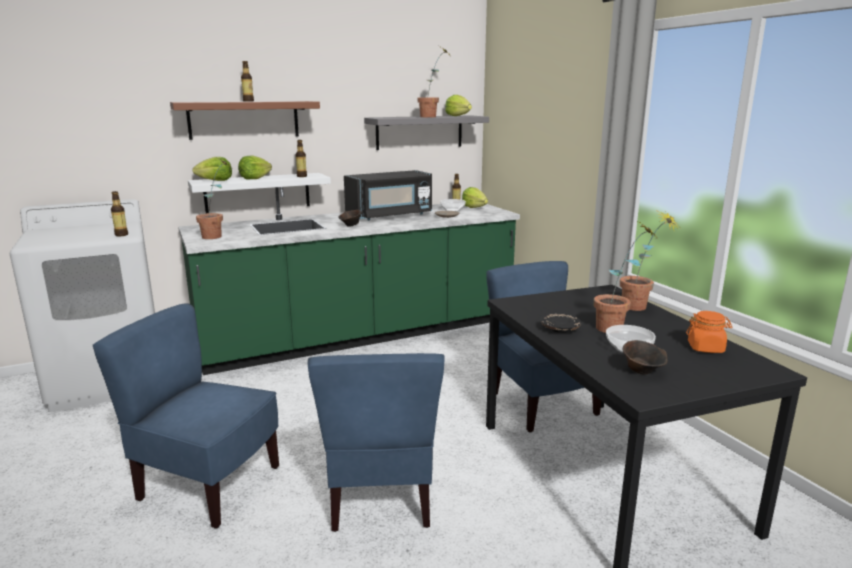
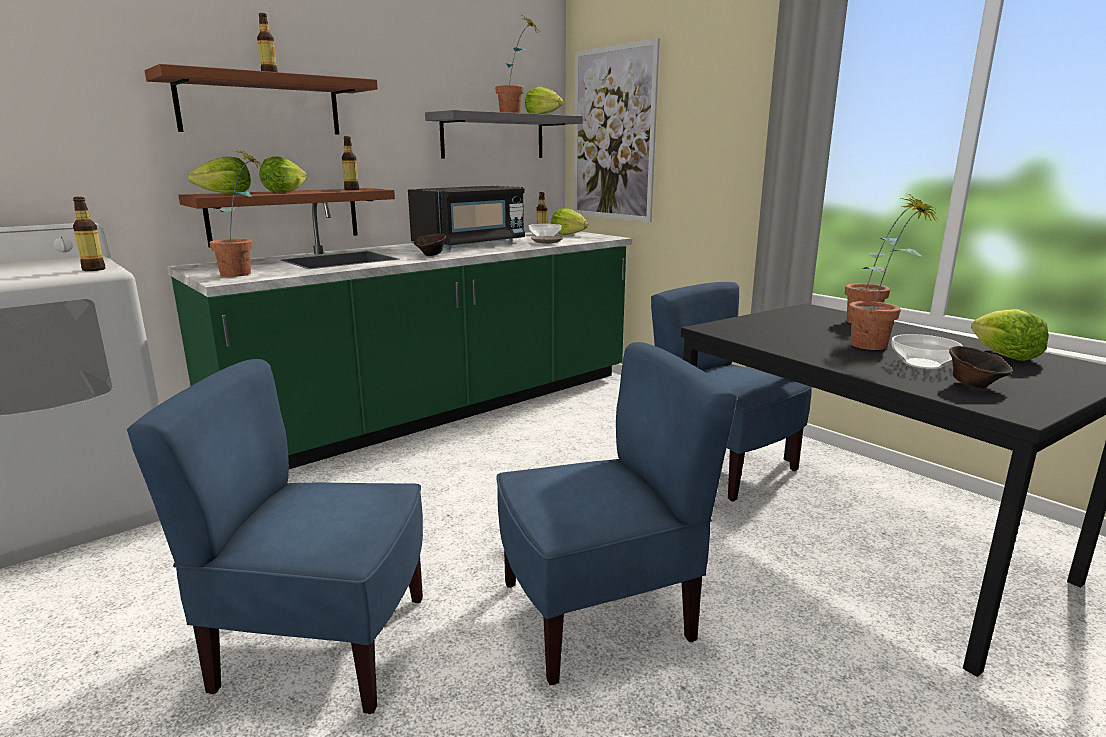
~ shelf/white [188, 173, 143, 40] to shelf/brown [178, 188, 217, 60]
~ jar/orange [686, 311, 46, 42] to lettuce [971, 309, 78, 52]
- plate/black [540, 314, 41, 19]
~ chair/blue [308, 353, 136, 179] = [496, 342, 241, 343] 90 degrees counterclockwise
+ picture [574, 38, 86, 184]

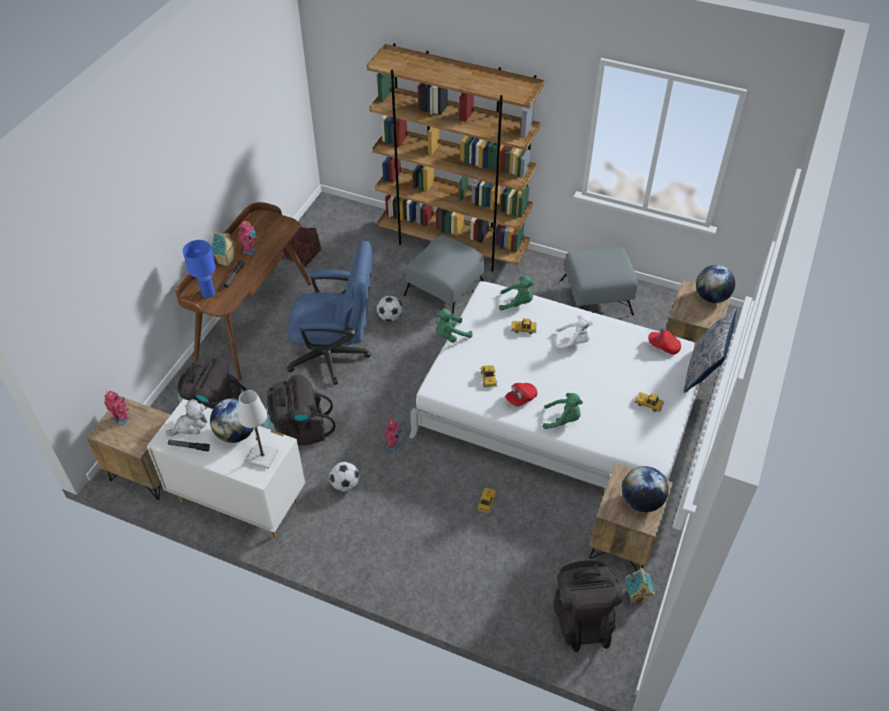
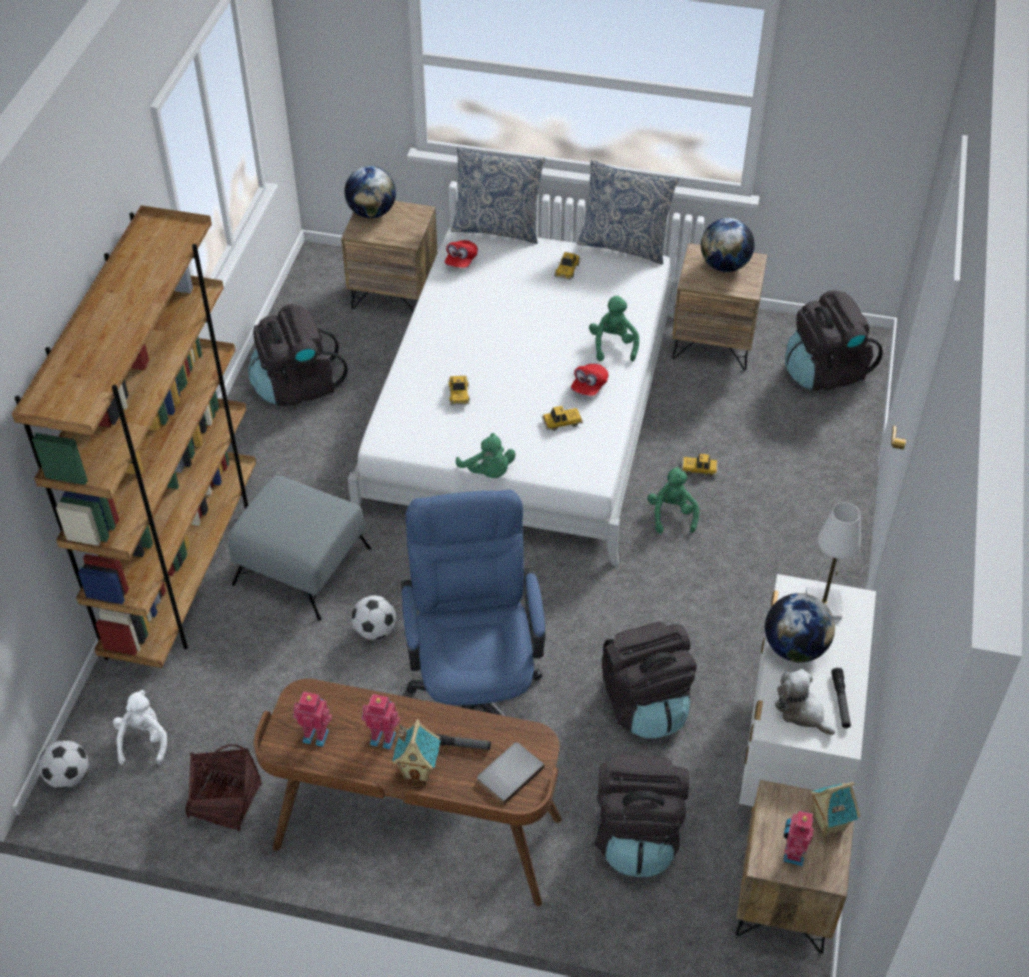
~ table lamp/blue [183, 240, 33, 58] to book/grey [477, 742, 68, 63]
~ ottoman/grey [560, 246, 78, 70] to backpack/black [248, 304, 100, 102]
~ plush toy/green [499, 276, 35, 35] to [647, 467, 52, 67]
~ plush toy/white [555, 315, 38, 35] to [113, 690, 54, 75]
~ cap/red [505, 383, 33, 23] = [571, 364, 38, 32] 75 degrees clockwise
~ toy robot [385, 418, 17, 33] to [293, 692, 39, 55]
~ football [329, 462, 31, 30] to [39, 740, 50, 49]
~ toy house [625, 568, 30, 36] to [810, 782, 50, 54]
+ pillow [577, 160, 102, 105]

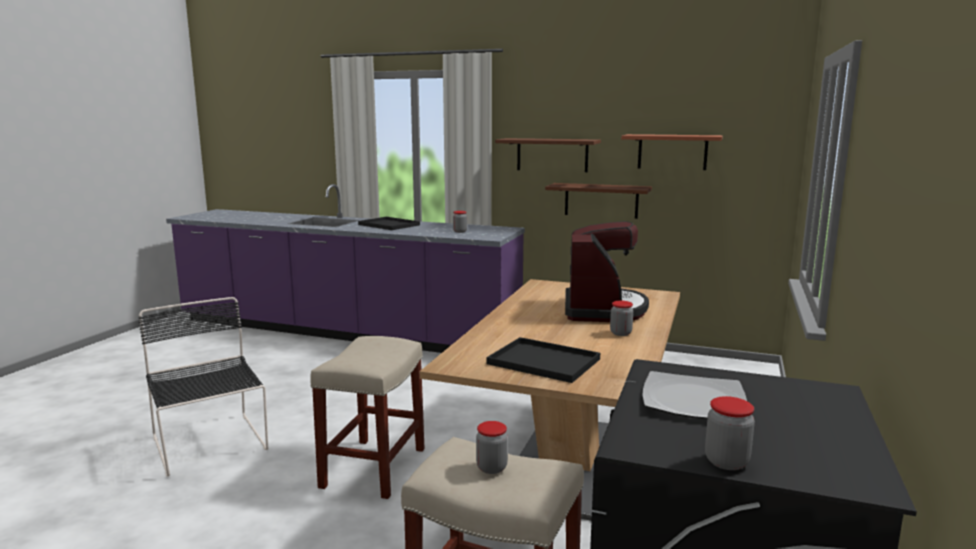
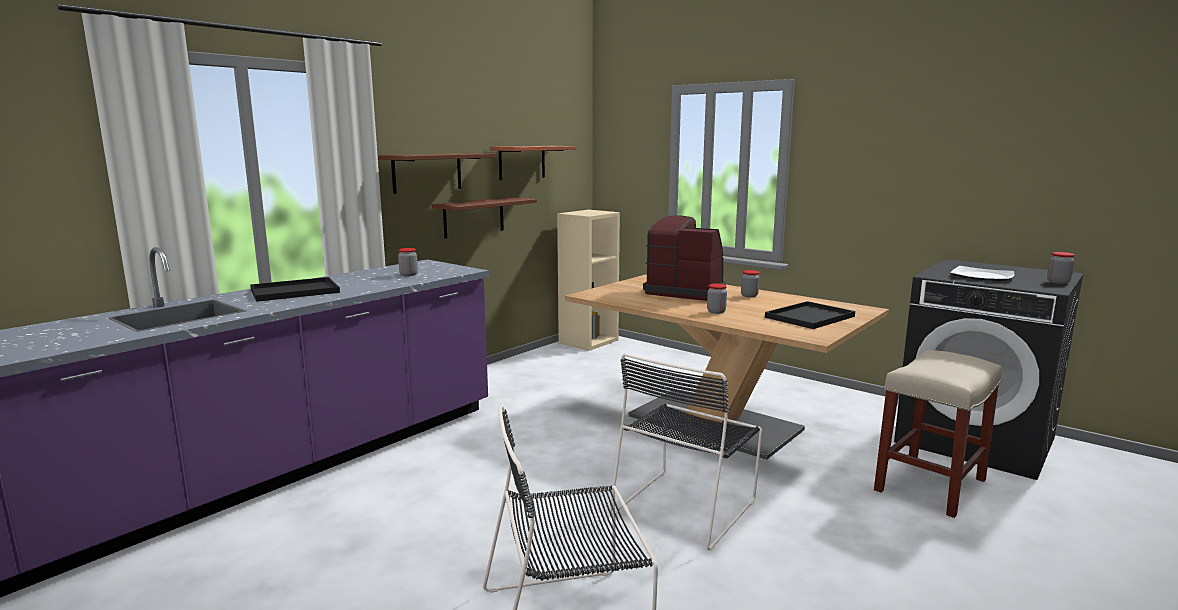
~ stool/beige [310, 336, 115, 163] to chair/black [609, 353, 153, 198]
~ jar [476, 421, 32, 53] to [707, 284, 20, 30]
+ bookcase/beige [557, 210, 63, 141]

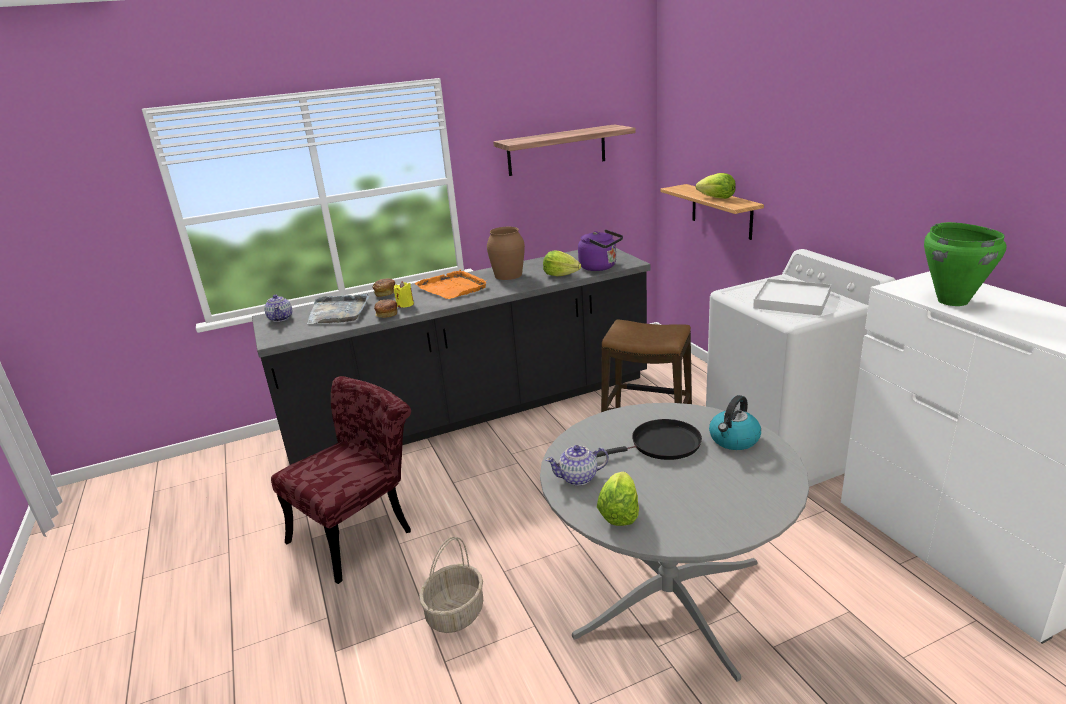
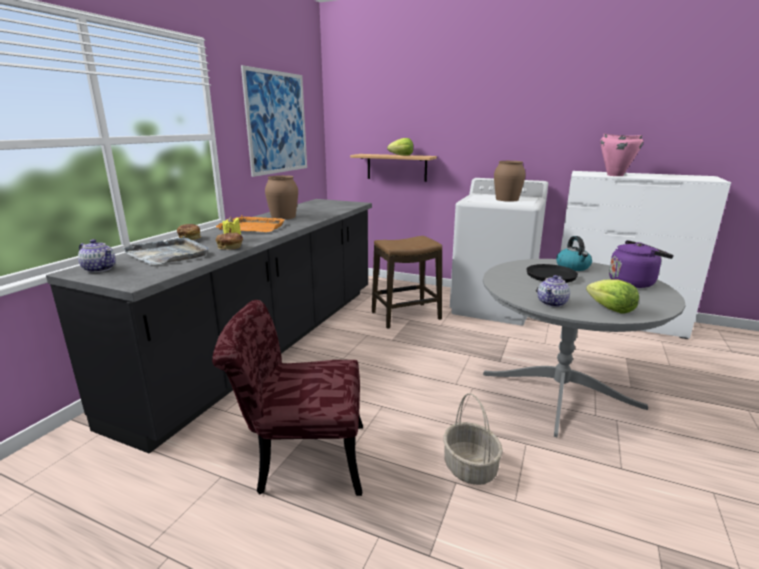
~ shelf [493, 124, 143, 52] to picture [241, 65, 66, 112]
~ cooking pot/green [924, 222, 83, 84] to cooking pot/pink [600, 133, 43, 43]
~ kettle/purple [578, 229, 45, 42] to [609, 240, 65, 48]
- lettuce [543, 250, 38, 27]
~ tray/white [753, 279, 78, 37] to vase/brown [494, 161, 32, 41]
~ chair/red [271, 376, 140, 208] = [212, 300, 151, 196] 90 degrees counterclockwise

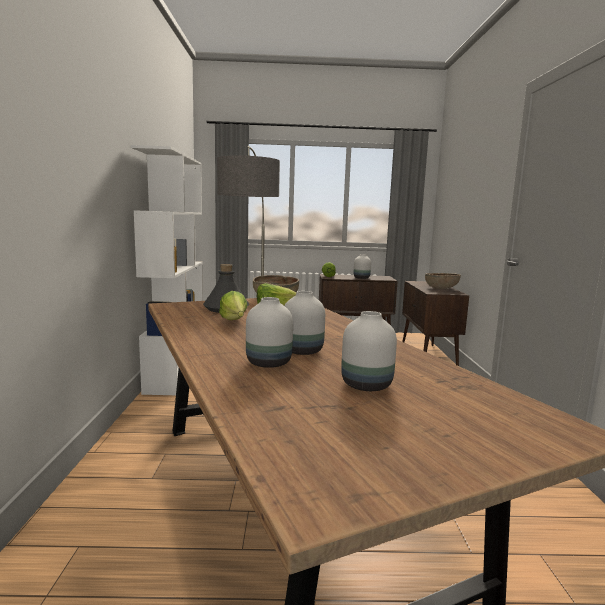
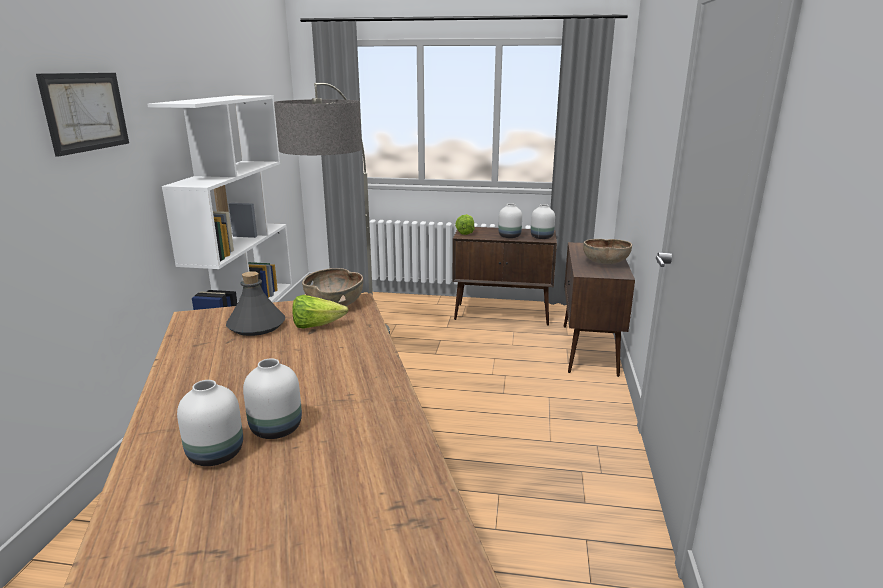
- lettuce [219, 291, 28, 29]
~ vase/white [341, 311, 56, 80] to [531, 204, 24, 35]
+ picture [36, 73, 93, 84]

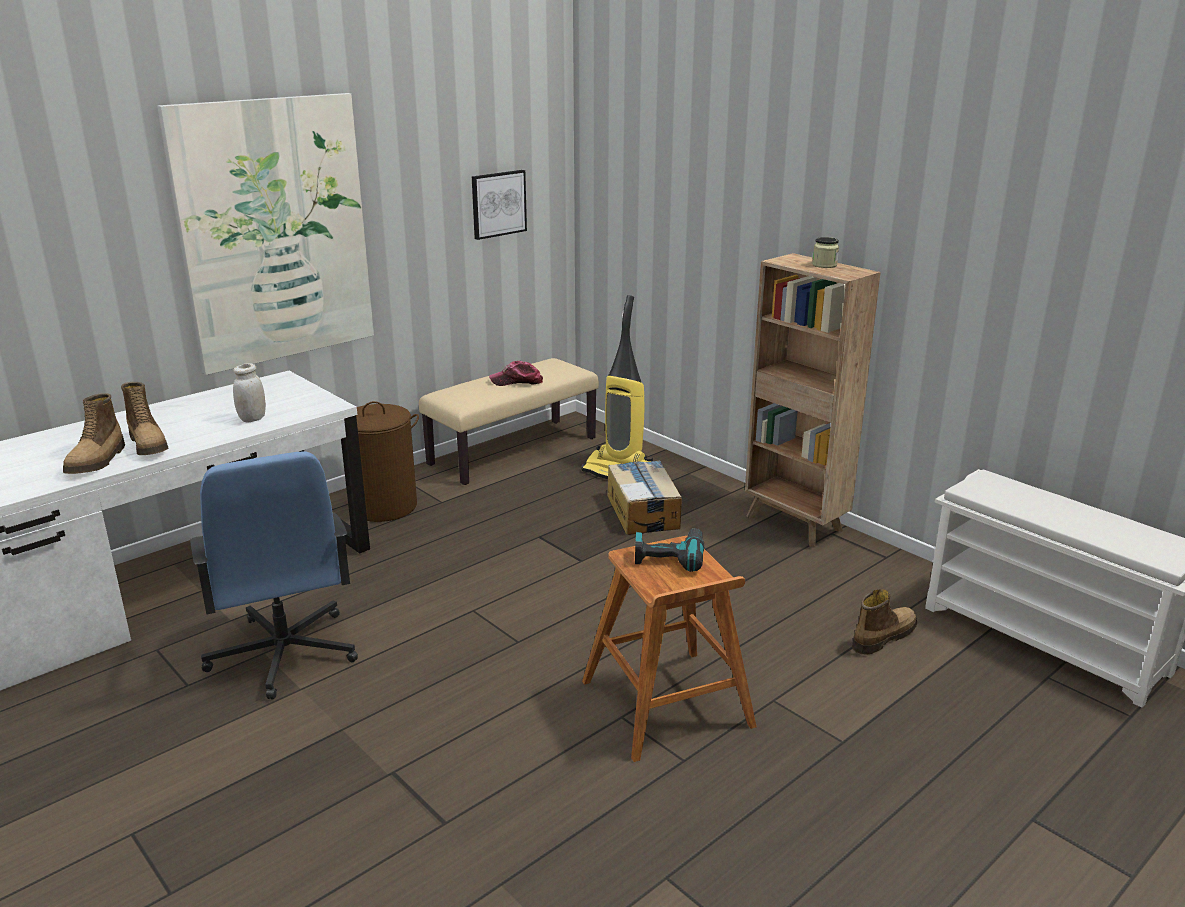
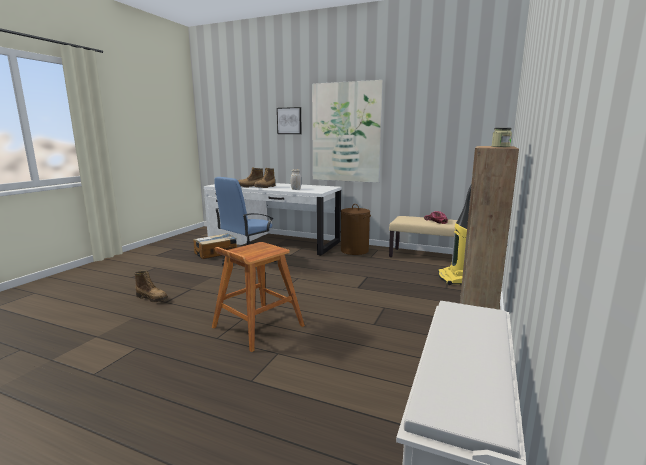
~ picture [472, 170, 55, 70] to [277, 107, 25, 27]
~ cardboard box [607, 460, 75, 75] to [193, 233, 44, 26]
- power drill [635, 528, 69, 44]
~ boot [852, 589, 65, 66] to [134, 271, 34, 31]

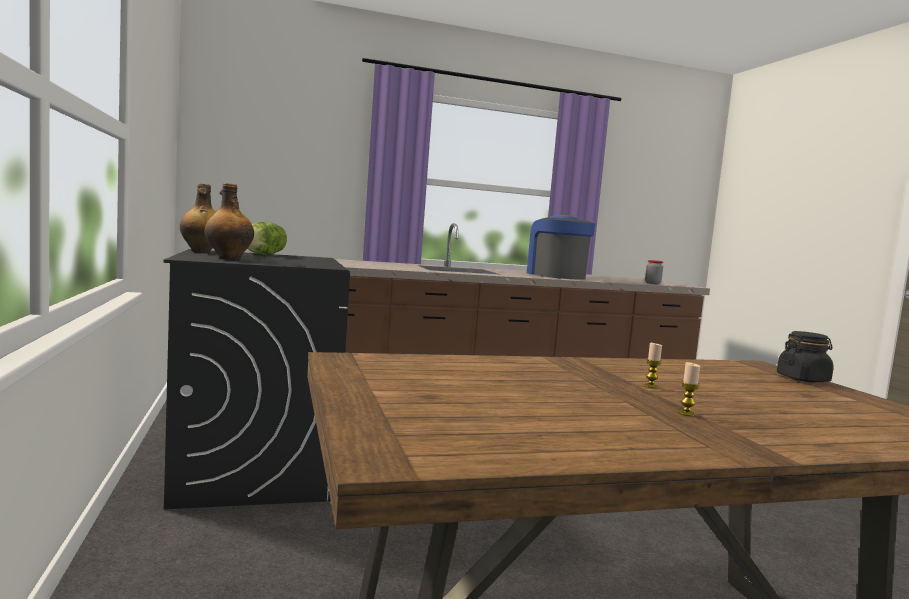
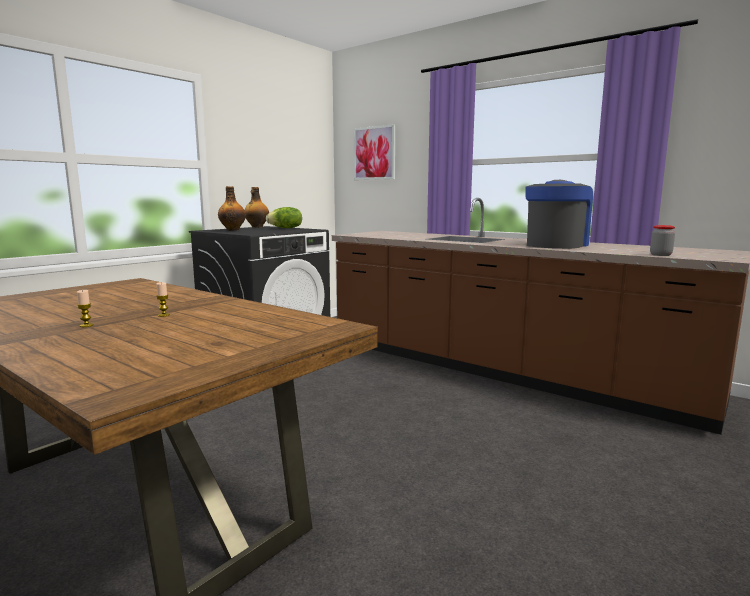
- jar/black [777, 331, 57, 51]
+ picture [353, 124, 42, 56]

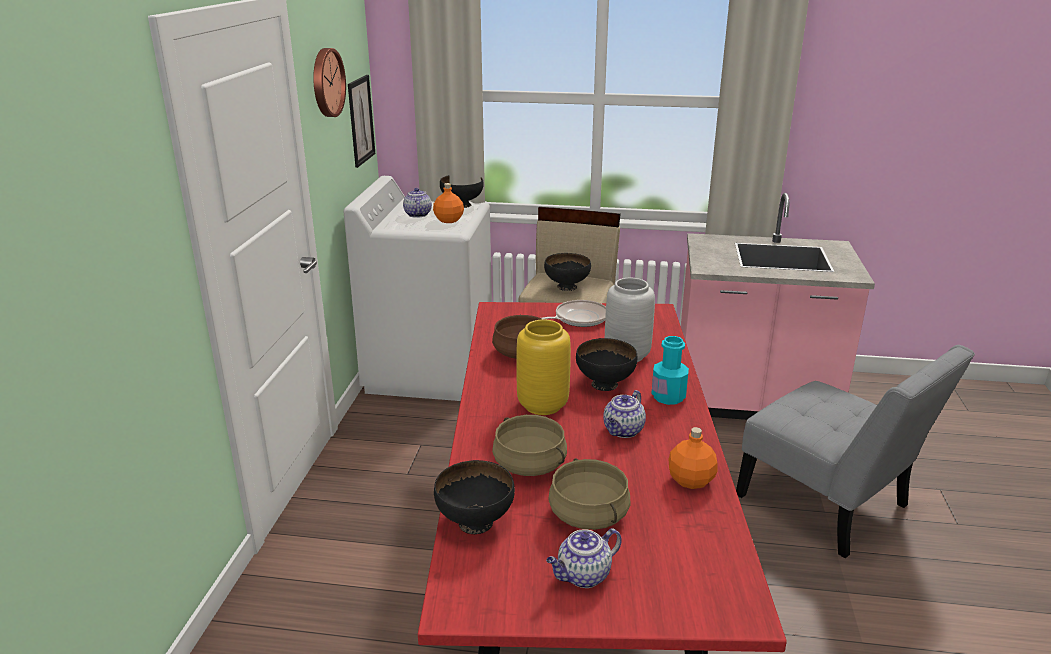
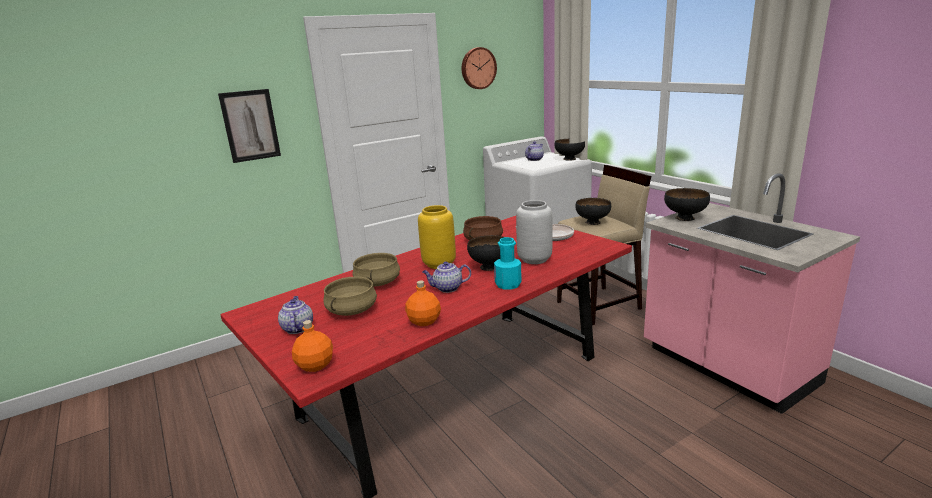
~ picture [348, 75, 27, 93] to [218, 89, 63, 74]
~ bottle/orange [433, 183, 31, 40] to [292, 320, 41, 52]
- chair/grey [736, 345, 239, 213]
~ bowl/black [434, 460, 81, 74] to [664, 188, 46, 33]
~ teapot [546, 528, 76, 60] = [278, 296, 35, 38] 60 degrees clockwise

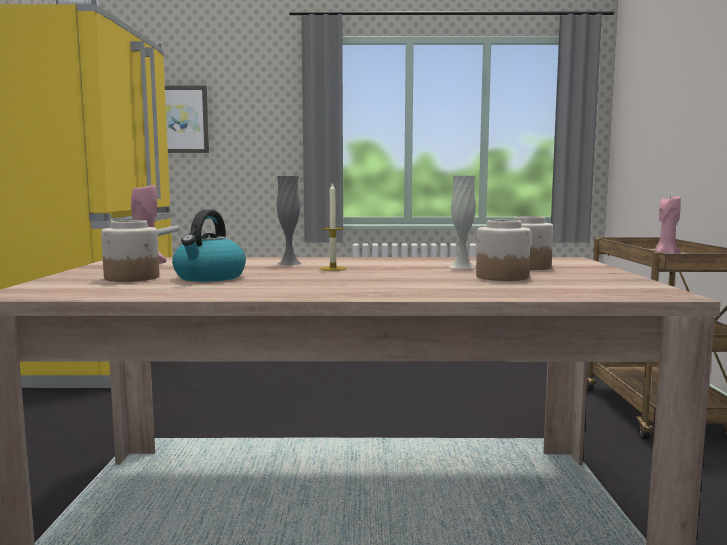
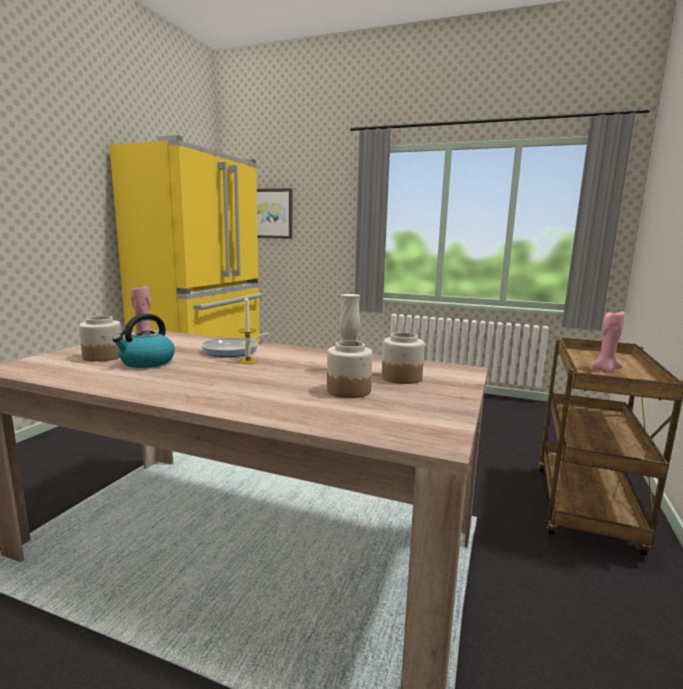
~ vase/grey [277, 176, 25, 89] to frying pan [201, 333, 69, 24]

